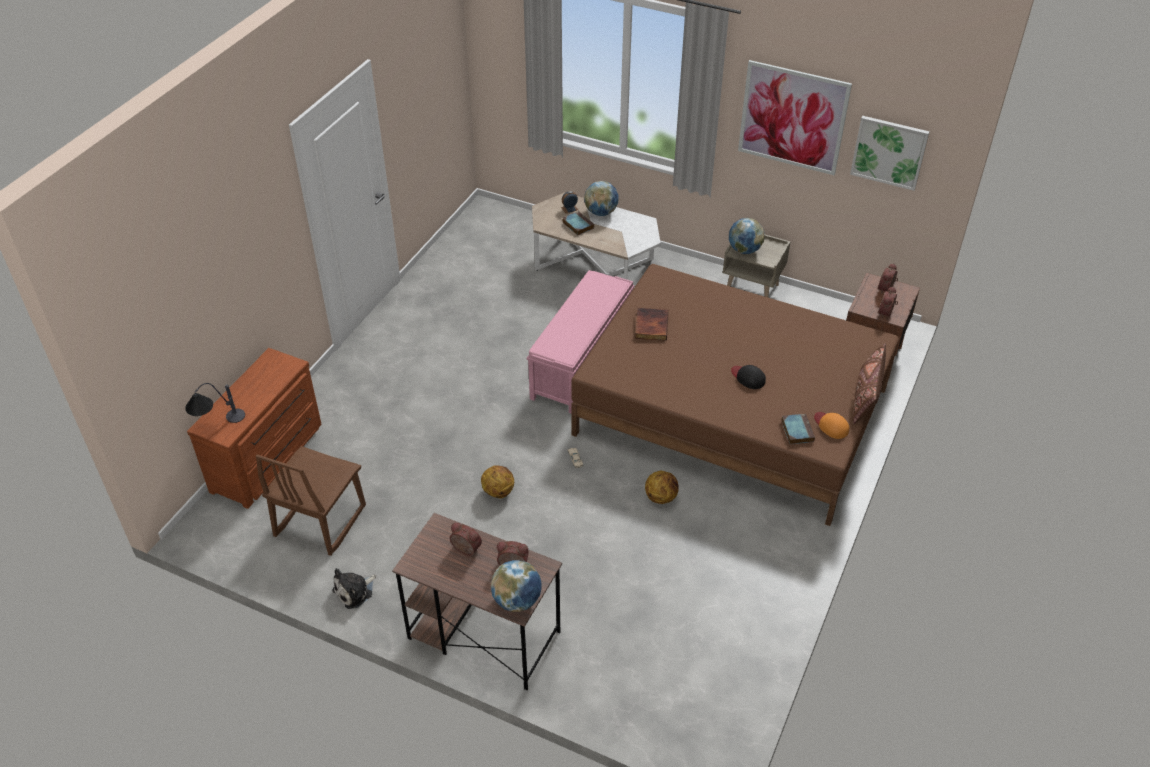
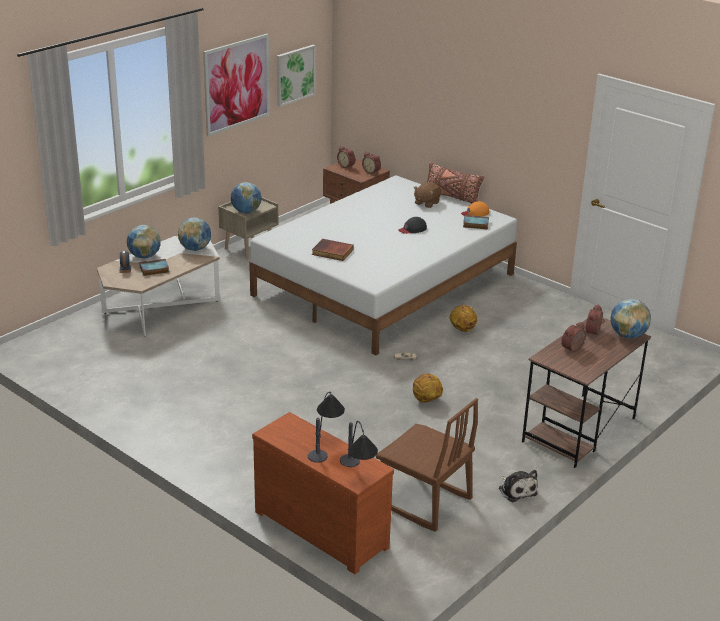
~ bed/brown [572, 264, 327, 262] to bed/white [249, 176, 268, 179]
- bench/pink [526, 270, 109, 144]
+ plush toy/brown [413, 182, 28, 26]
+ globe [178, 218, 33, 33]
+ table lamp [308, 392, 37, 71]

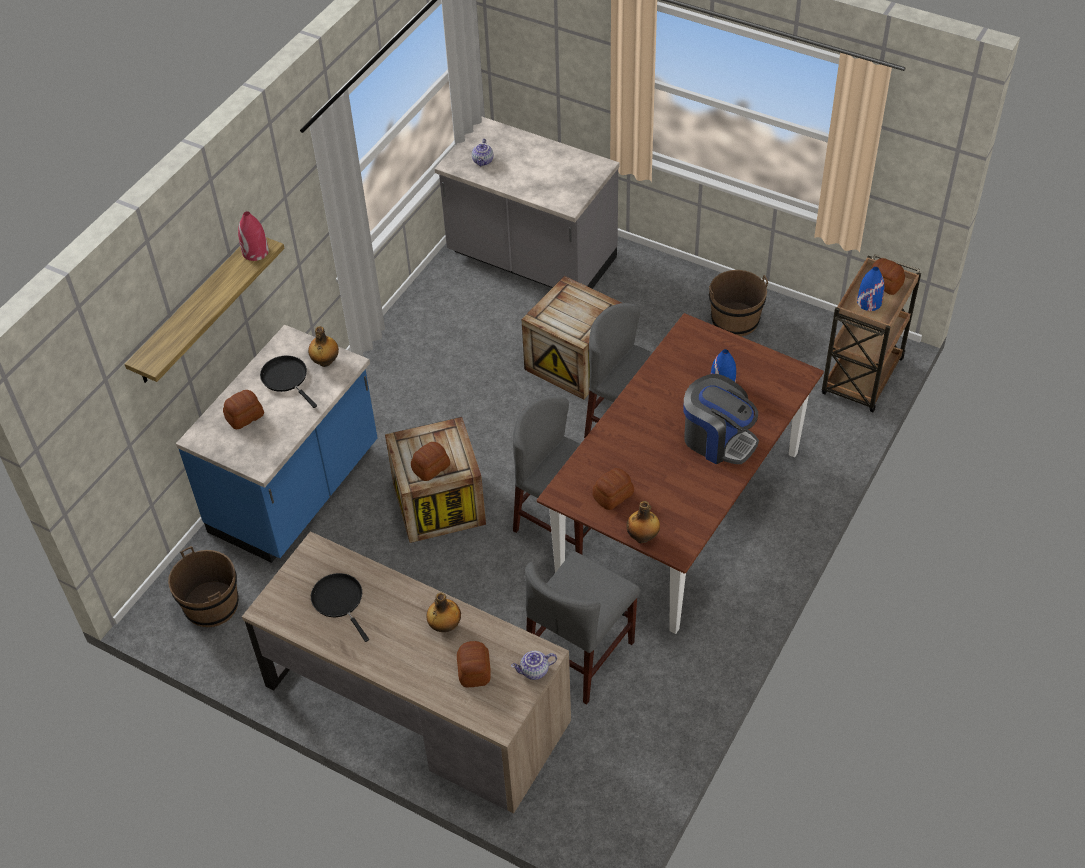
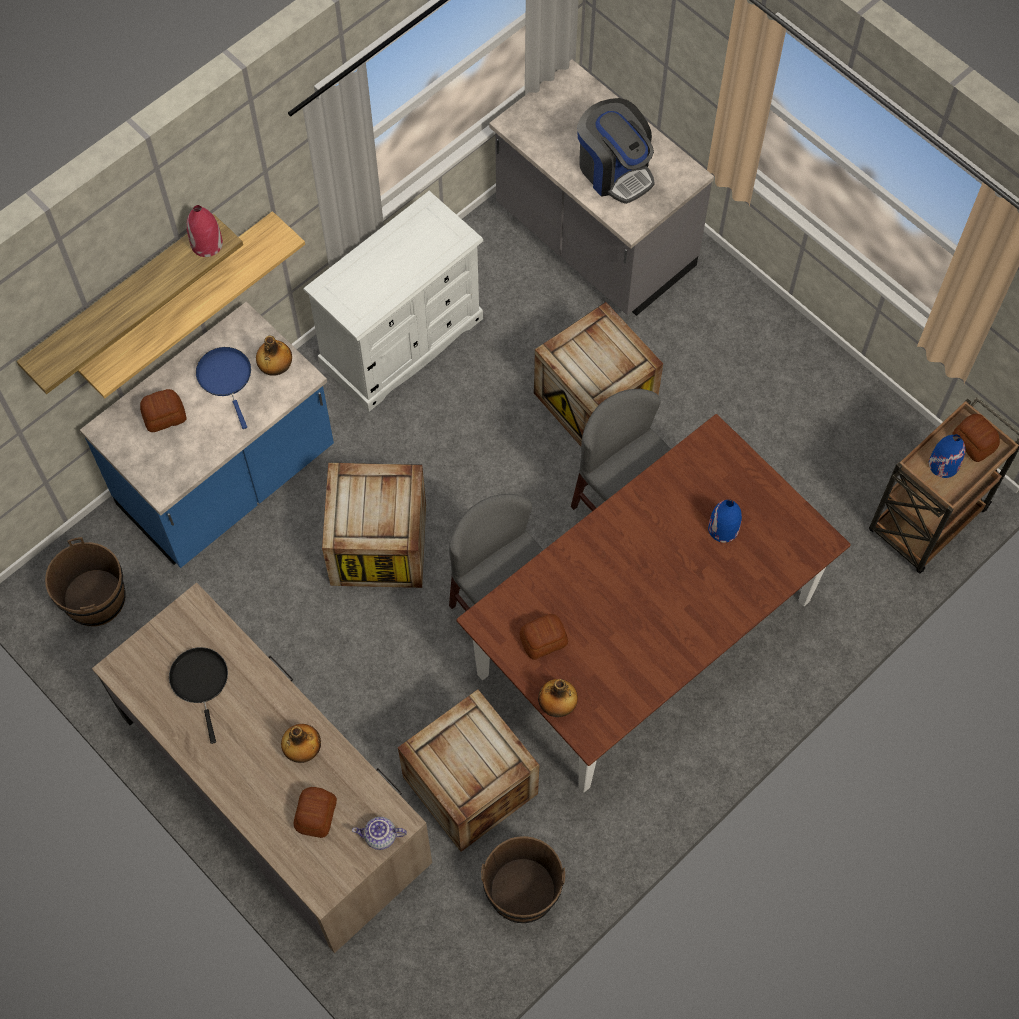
- teapot [472, 138, 21, 28]
~ bucket/brown [709, 270, 59, 67] to [481, 836, 84, 87]
~ frying pan/black [260, 355, 57, 53] to frying pan/blue [196, 347, 55, 82]
~ coffee machine [684, 374, 75, 90] to [577, 98, 78, 106]
- bread [411, 442, 39, 39]
~ chair/grey [525, 551, 115, 154] to crate [398, 689, 141, 163]
+ dresser/white [303, 191, 180, 221]
+ shelf [78, 211, 227, 187]

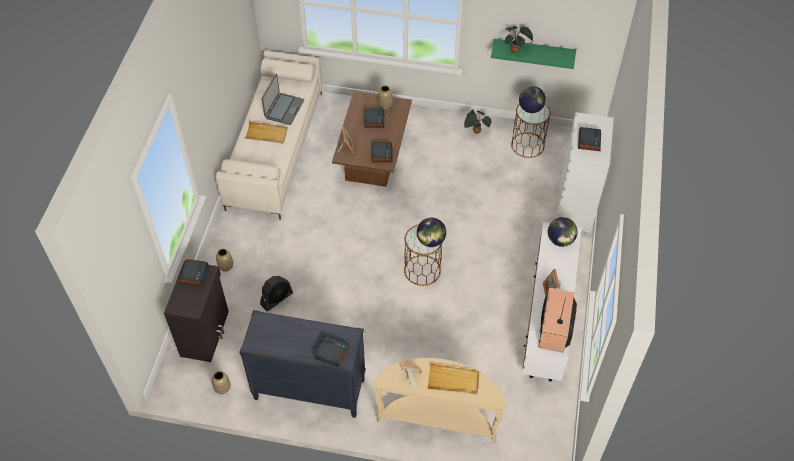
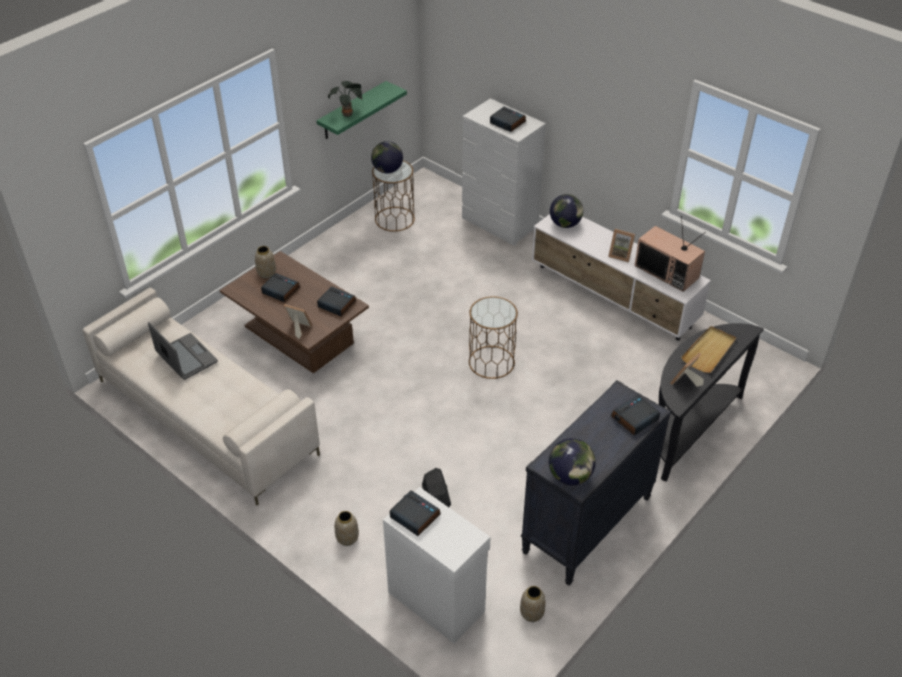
- potted plant [464, 109, 28, 25]
- tray/beige [245, 121, 43, 23]
~ globe [417, 218, 29, 29] to [549, 438, 47, 47]
~ cabinet/black [164, 261, 65, 101] to cabinet/white [383, 487, 108, 156]
~ console table/beige [372, 358, 134, 86] to console table/black [659, 323, 105, 159]

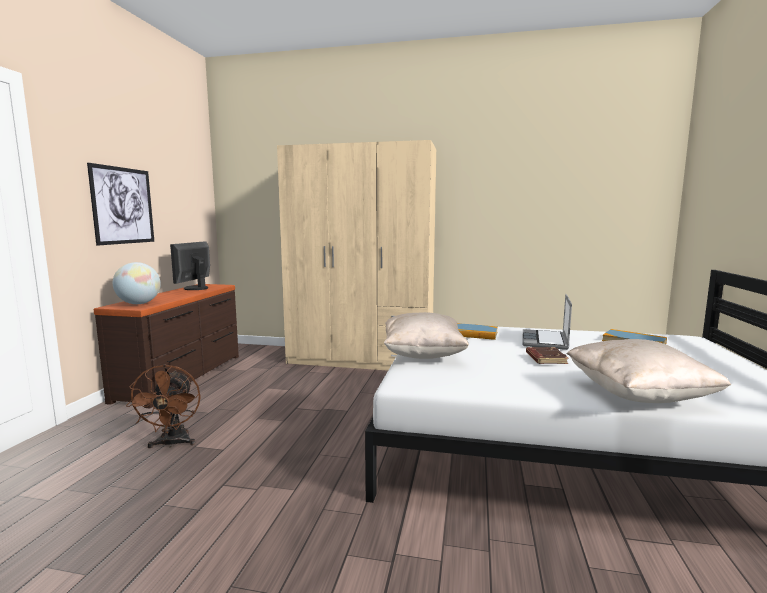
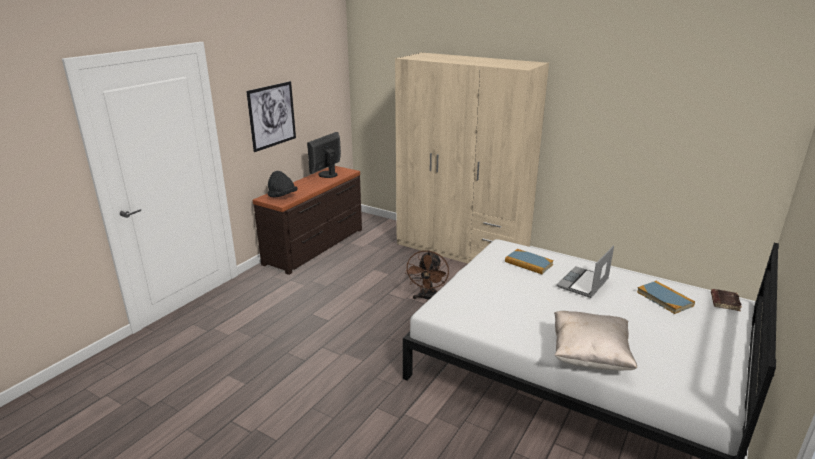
~ globe [113, 262, 48, 42] to hat/black [267, 171, 31, 27]
- pillow/beige [384, 312, 85, 47]
~ book/brown [526, 347, 43, 17] to [711, 289, 31, 22]
~ fan/brown [126, 364, 75, 84] to [405, 250, 44, 50]

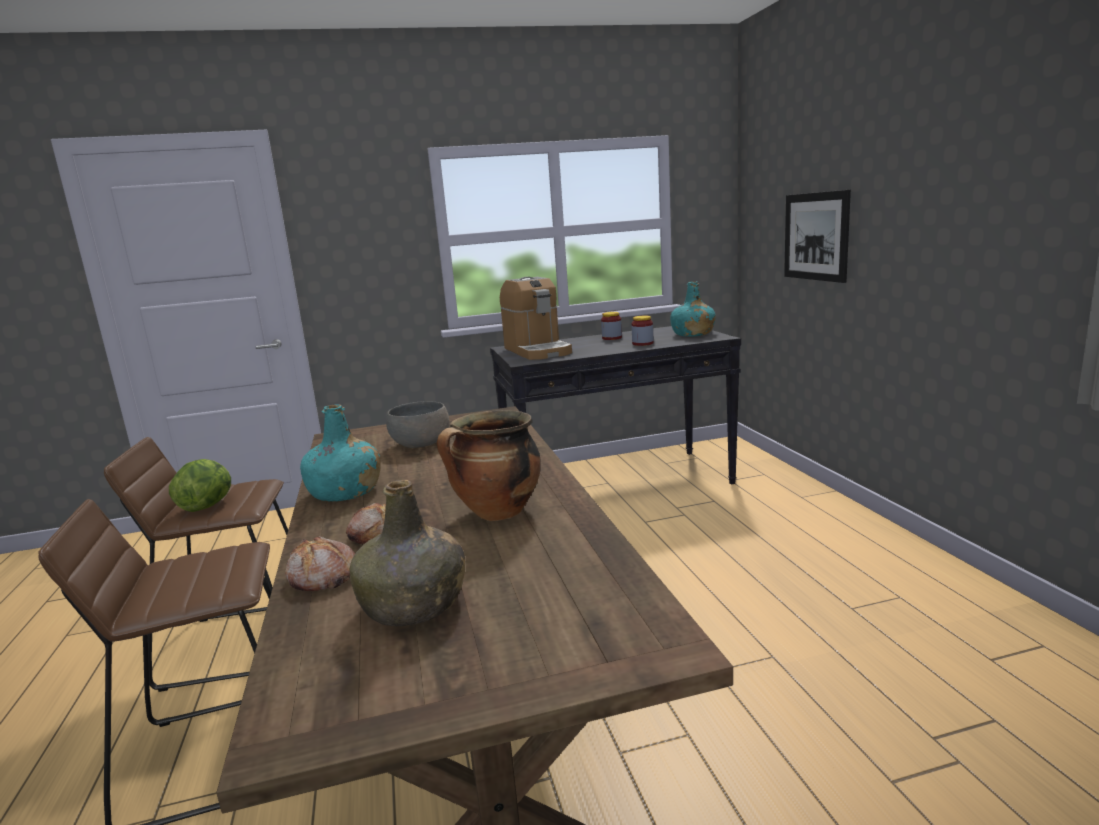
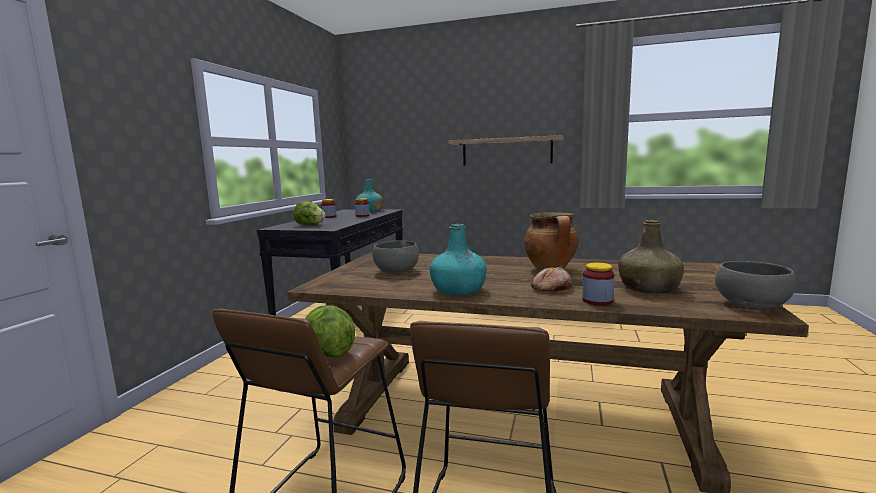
- picture [784, 190, 67, 93]
~ coffee machine [500, 277, 72, 83] to lettuce [293, 201, 32, 25]
~ bread [285, 536, 70, 55] to jar [582, 263, 32, 43]
+ shelf [448, 135, 115, 30]
+ bowl/grey [715, 261, 81, 49]

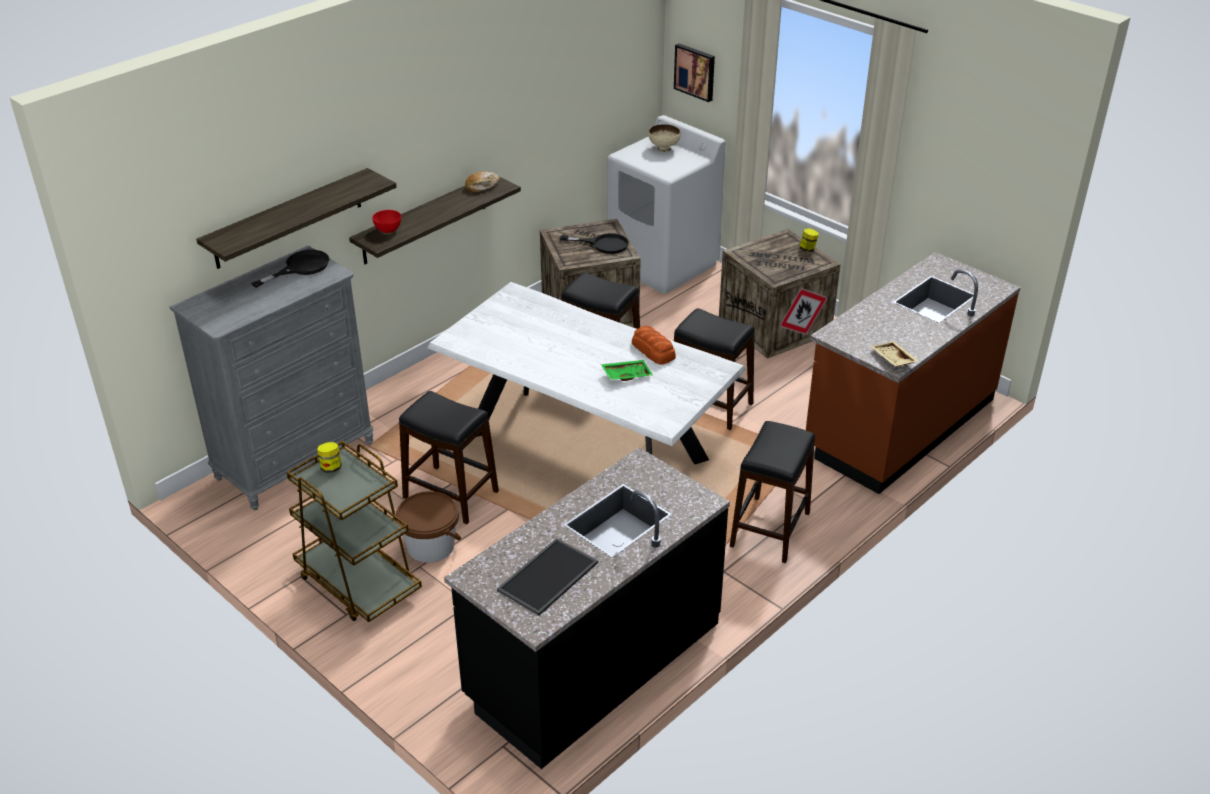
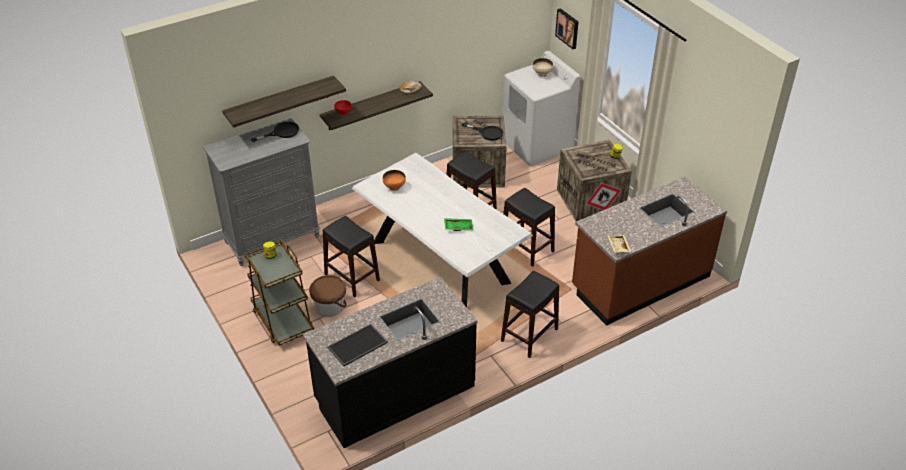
- bread [632, 326, 44, 39]
+ bowl/orange [382, 170, 24, 21]

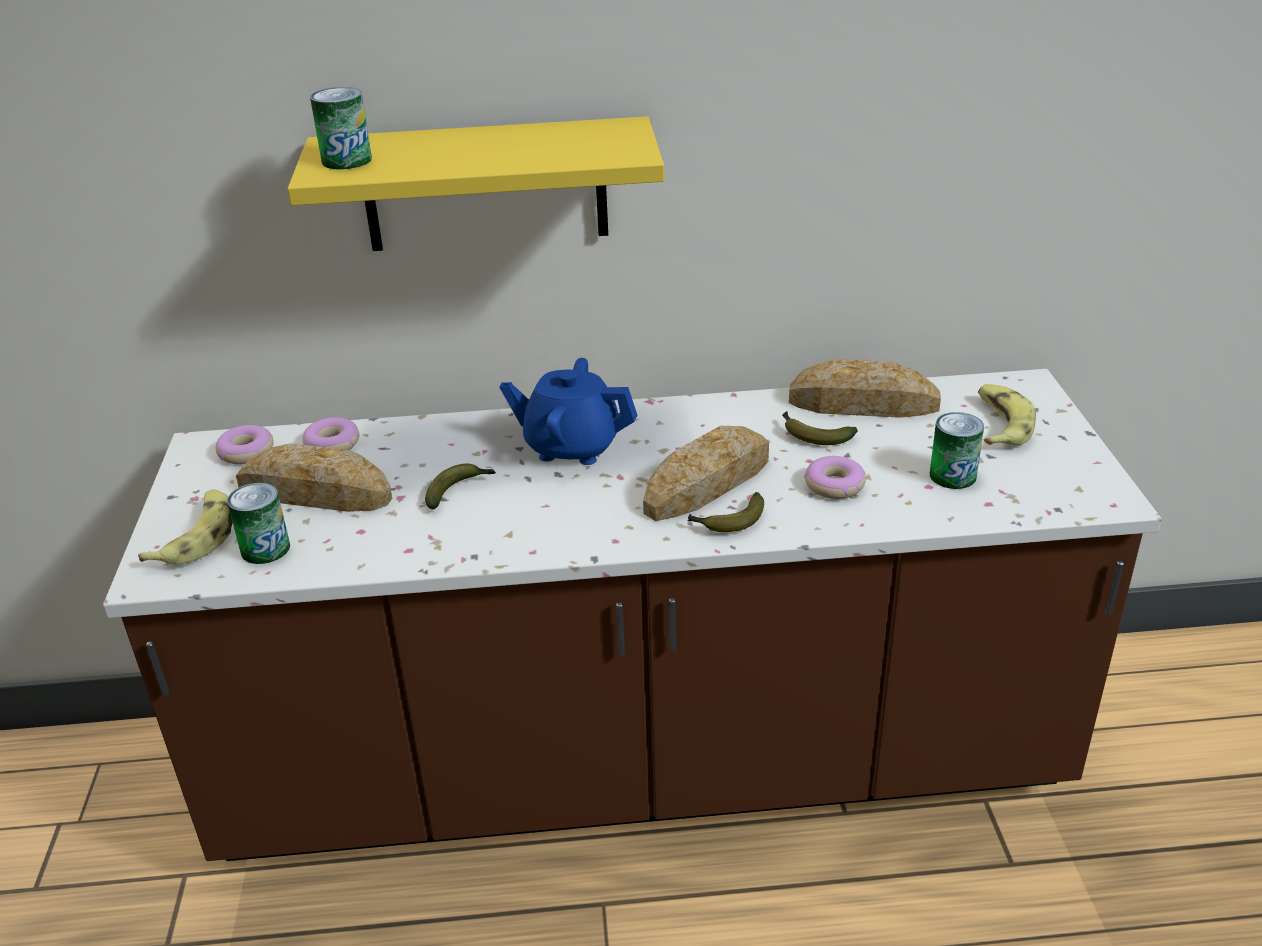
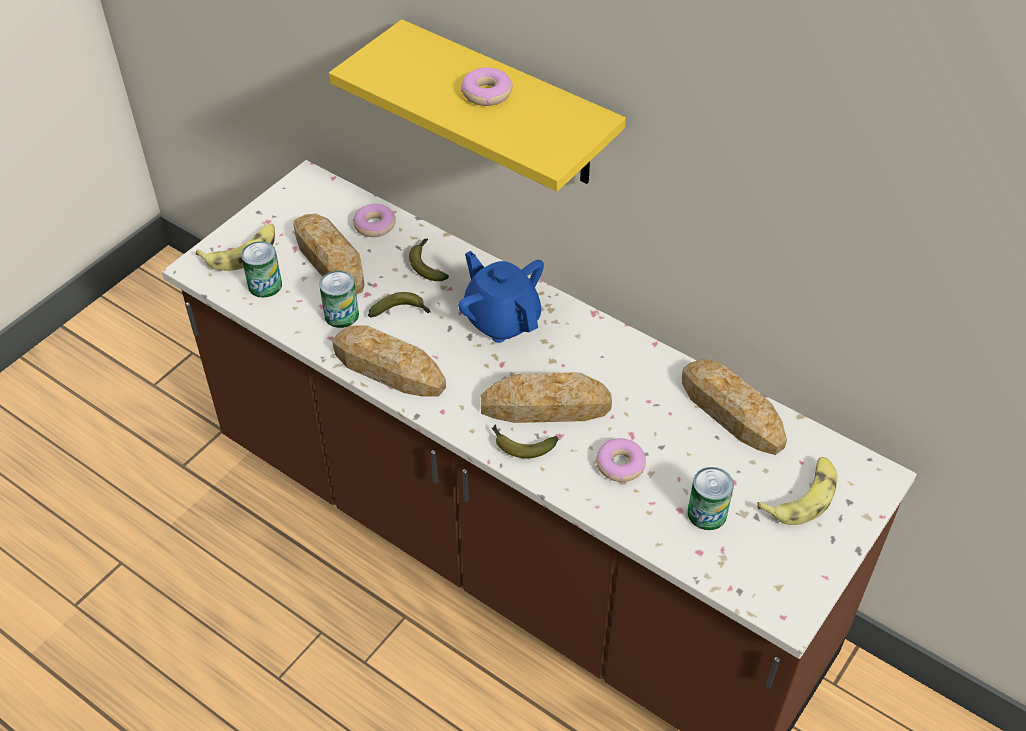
~ can [310, 87, 62, 82] to [319, 271, 40, 57]
~ banana [782, 411, 76, 34] to [409, 238, 40, 43]
~ donut [216, 425, 58, 39] to [461, 67, 52, 39]
+ bread [332, 325, 114, 72]

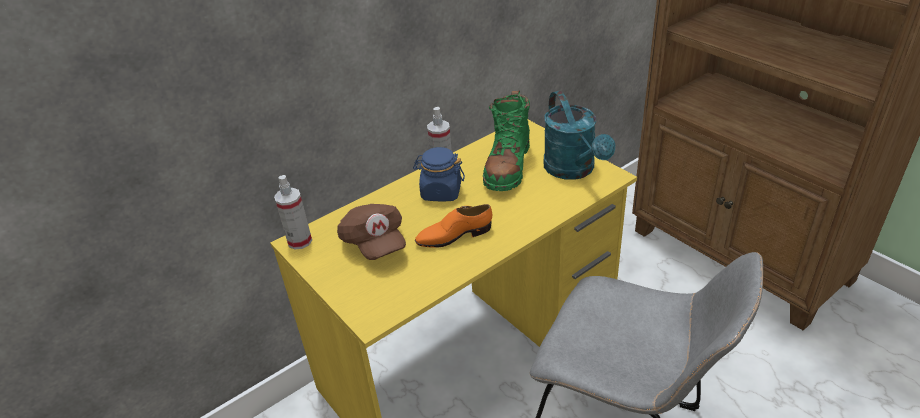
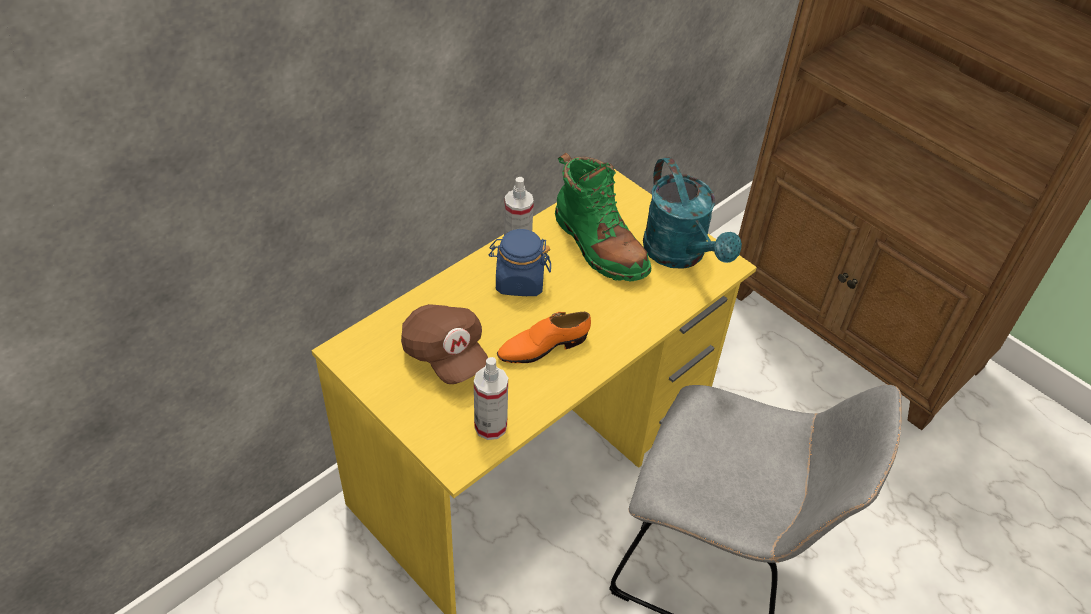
~ boot/green [483, 90, 47, 101] = [555, 152, 96, 129] 45 degrees counterclockwise
~ spray bottle [274, 175, 38, 75] to [474, 357, 34, 83]

